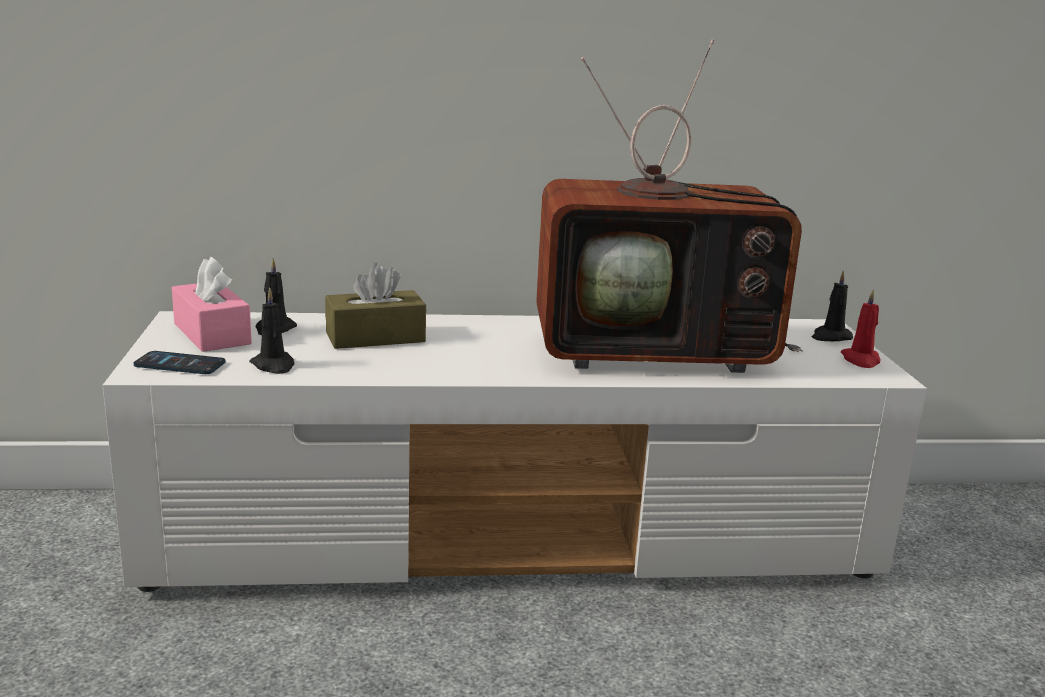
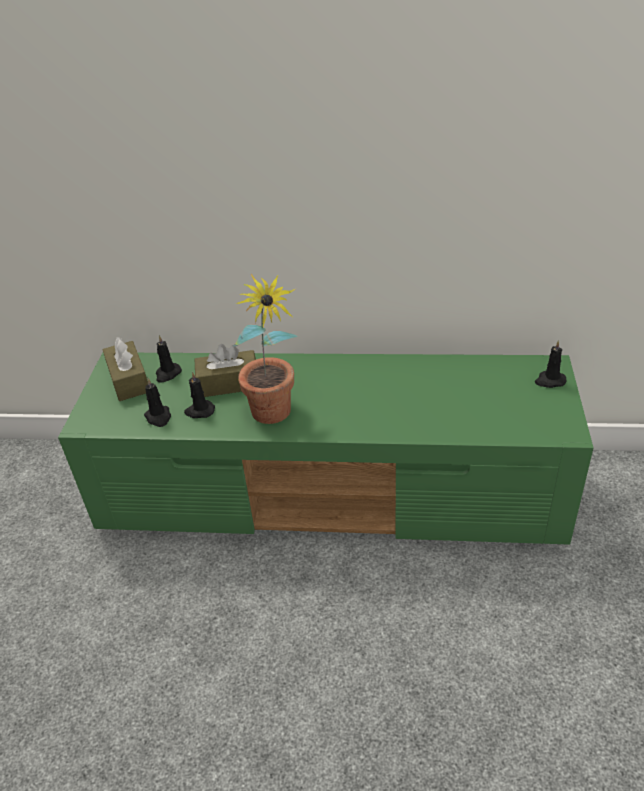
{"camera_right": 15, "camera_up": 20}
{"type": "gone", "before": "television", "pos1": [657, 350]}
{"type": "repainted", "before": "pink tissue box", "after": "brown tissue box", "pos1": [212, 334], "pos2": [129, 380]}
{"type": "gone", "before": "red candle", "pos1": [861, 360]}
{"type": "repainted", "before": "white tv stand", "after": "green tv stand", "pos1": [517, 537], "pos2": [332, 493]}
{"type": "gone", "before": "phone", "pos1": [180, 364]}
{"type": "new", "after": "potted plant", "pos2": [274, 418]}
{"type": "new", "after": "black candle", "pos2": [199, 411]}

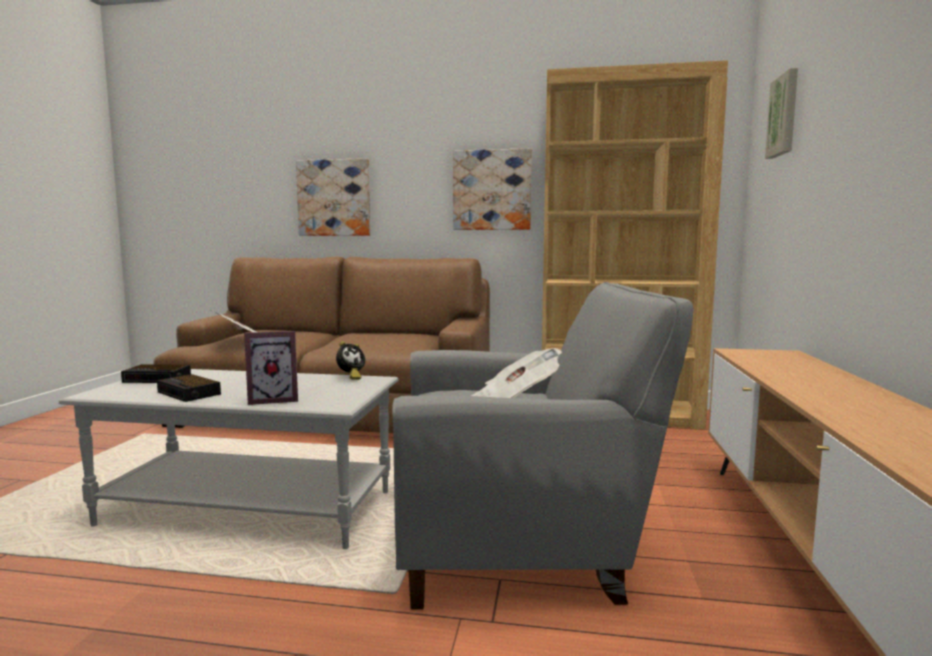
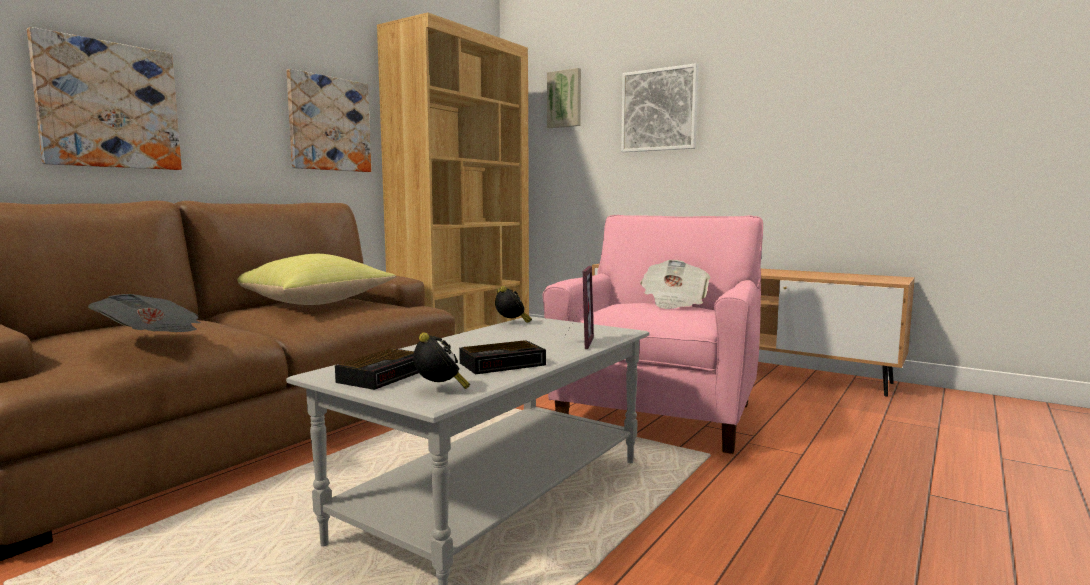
{"camera_right": -65, "camera_up": 0}
{"type": "repainted", "before": "grey armchair", "after": "pink armchair", "pos1": [523, 542], "pos2": [659, 411]}
{"type": "new", "after": "picture", "pos2": [659, 110]}
{"type": "new", "after": "yellow pillow", "pos2": [314, 303]}
{"type": "new", "after": "alarm clock", "pos2": [440, 389]}

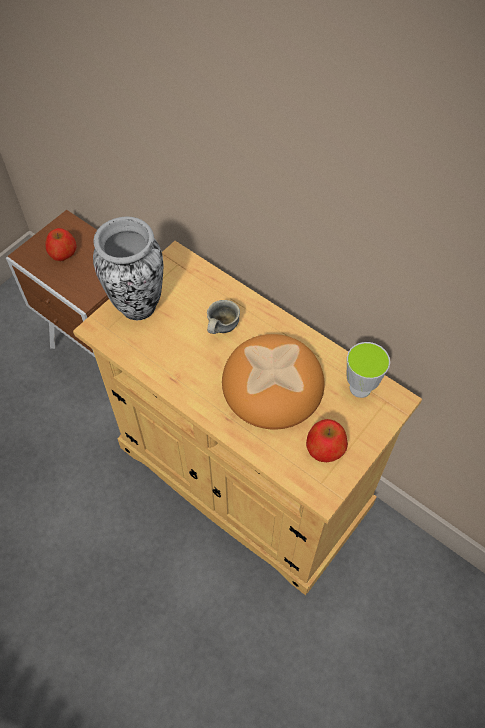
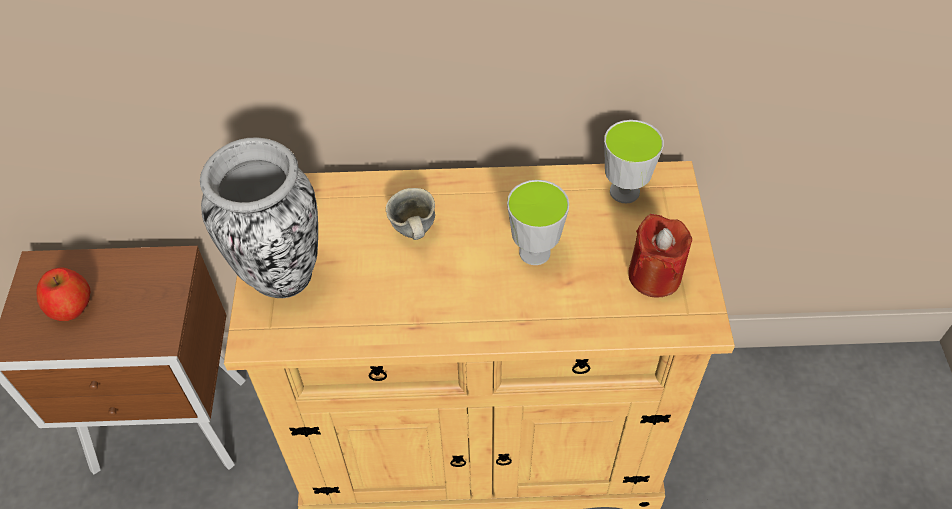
{"camera_right": -40, "camera_up": -5}
{"type": "swapped", "before": "bread", "after": "cup", "pos1": [273, 385], "pos2": [534, 252]}
{"type": "swapped", "before": "apple", "after": "red candle", "pos1": [325, 448], "pos2": [654, 276]}

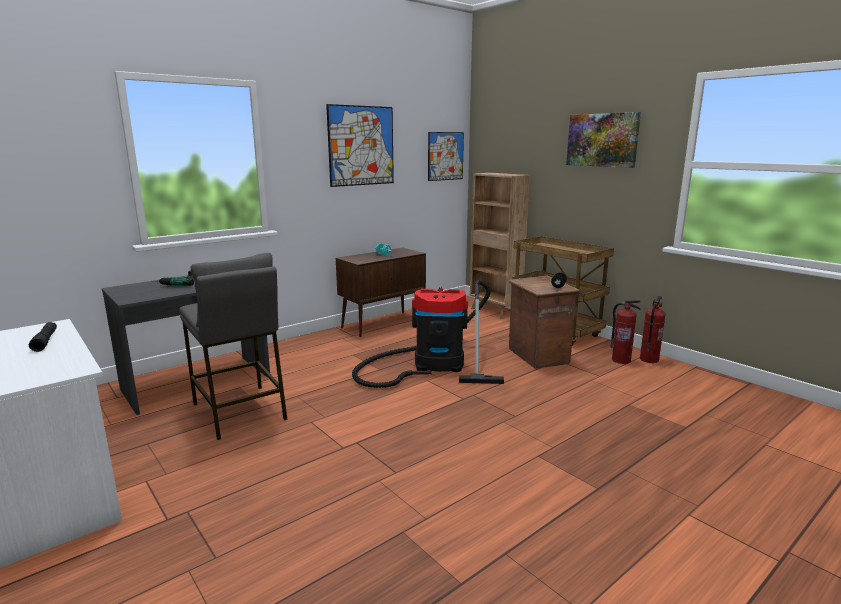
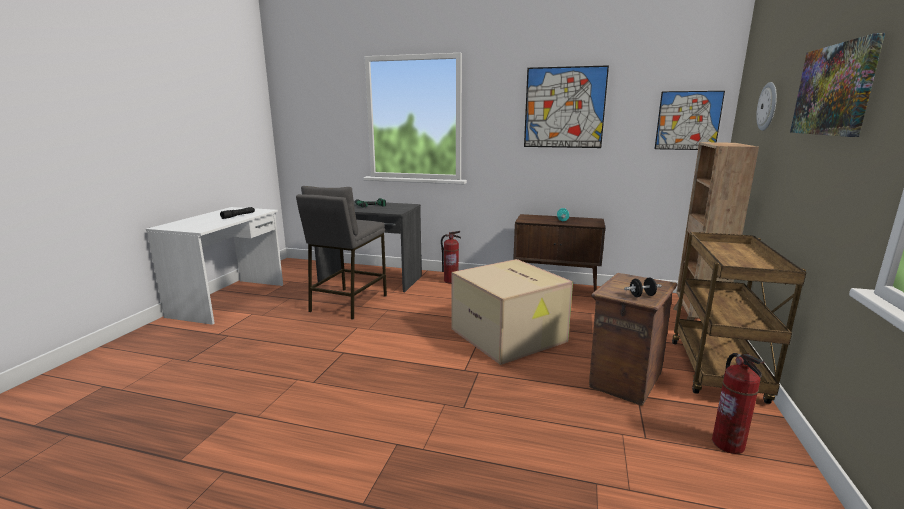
{"camera_right": 55, "camera_up": 0}
{"type": "swapped", "before": "vacuum cleaner", "after": "cardboard box", "pos1": [433, 365], "pos2": [510, 335]}
{"type": "shifted", "before": "fire extinguisher", "pos1": [648, 359], "pos2": [451, 281]}
{"type": "new", "after": "wall clock", "pos2": [768, 106]}

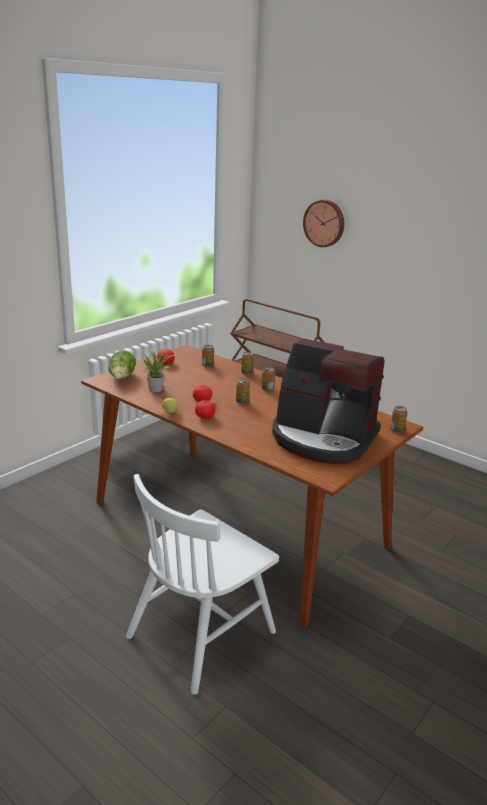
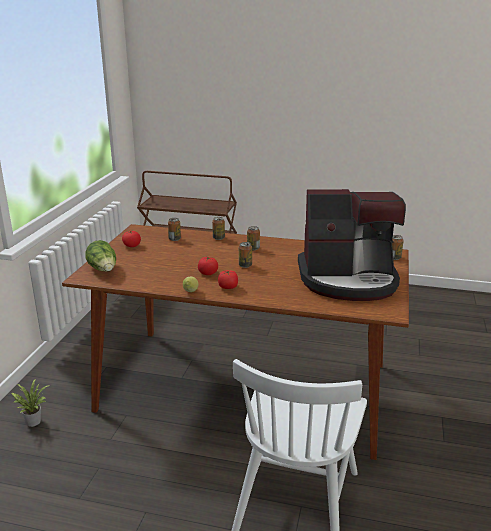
{"camera_right": -25, "camera_up": 0}
{"type": "gone", "before": "wall clock", "pos1": [324, 223]}
{"type": "shifted", "before": "potted plant", "pos1": [155, 388], "pos2": [33, 421]}

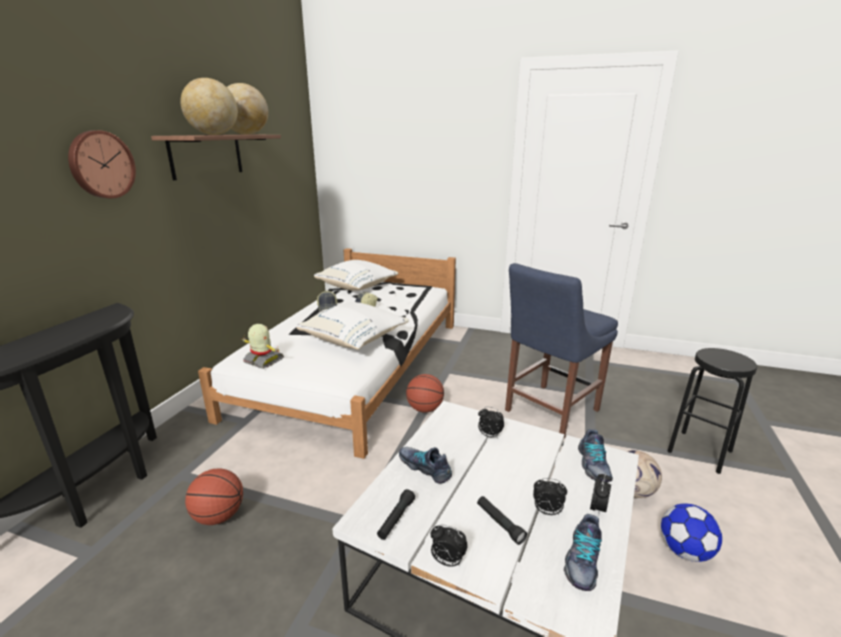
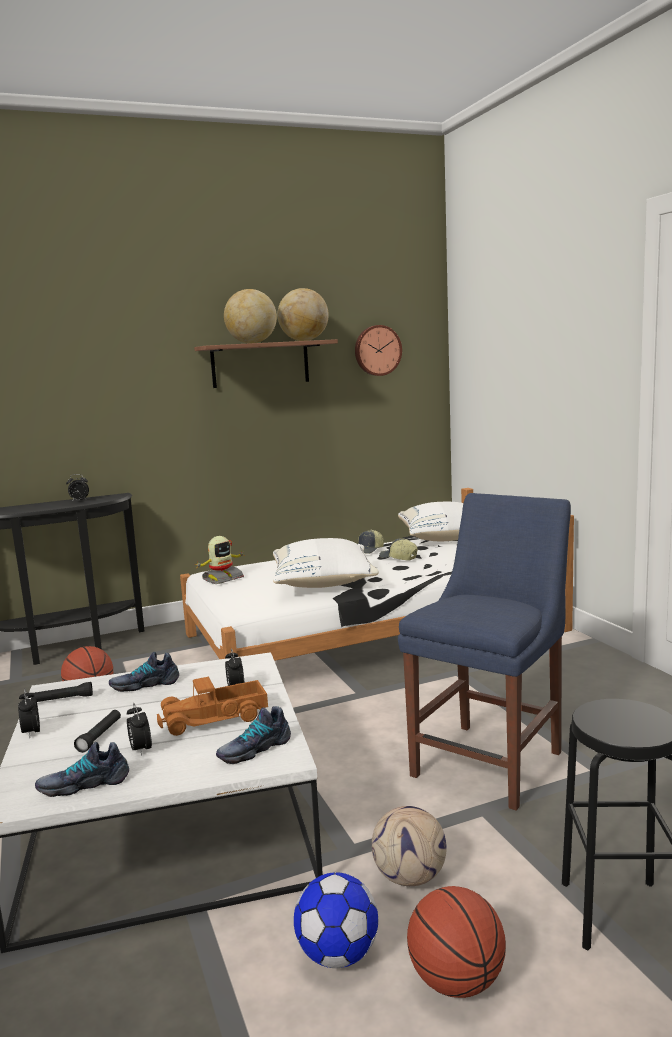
{"camera_right": 50, "camera_up": -10}
{"type": "shifted", "before": "wall clock", "pos1": [101, 165], "pos2": [377, 350]}
{"type": "rotated", "before": "blue chair", "pos1": [548, 411], "pos2": [491, 760], "turn": 120}
{"type": "rotated", "before": "toy robot", "pos1": [263, 361], "pos2": [222, 579], "turn": 60}
{"type": "shifted", "before": "basketball", "pos1": [425, 409], "pos2": [457, 981]}
{"type": "rotated", "before": "shoe", "pos1": [425, 467], "pos2": [145, 684], "turn": -105}
{"type": "shifted", "before": "alarm clock", "pos1": [598, 509], "pos2": [79, 501]}
{"type": "new", "after": "toy truck", "pos2": [214, 719]}

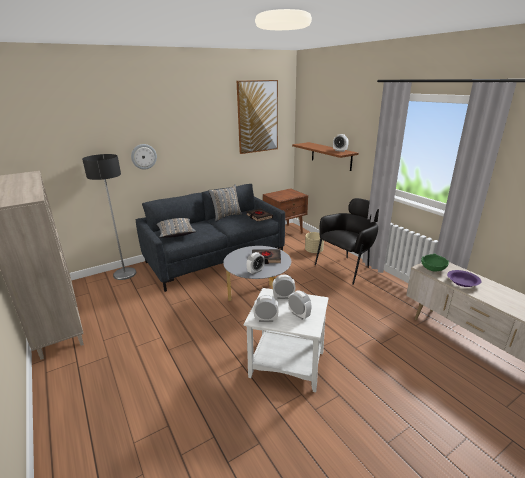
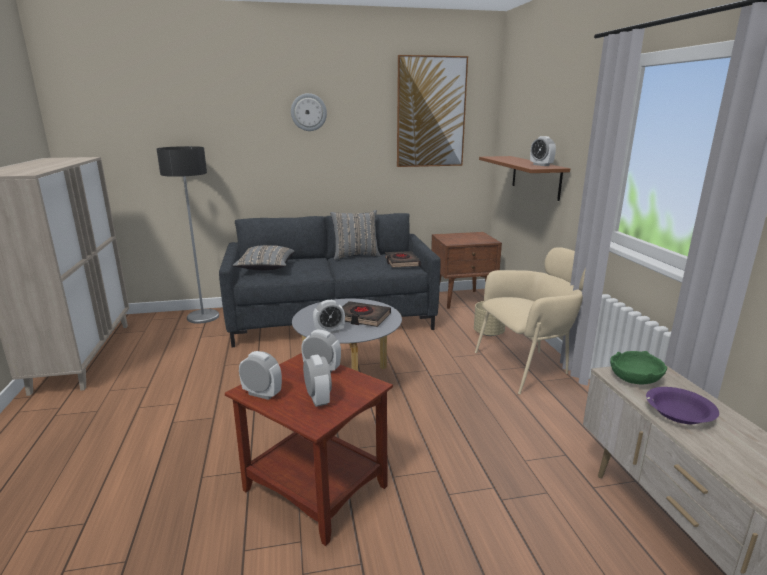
{"camera_right": 20, "camera_up": -5}
{"type": "shifted", "before": "wall clock", "pos1": [143, 156], "pos2": [308, 112]}
{"type": "repainted", "before": "black armchair", "after": "beige armchair", "pos1": [347, 267], "pos2": [528, 366]}
{"type": "repainted", "before": "white side table", "after": "brown side table", "pos1": [286, 365], "pos2": [314, 489]}

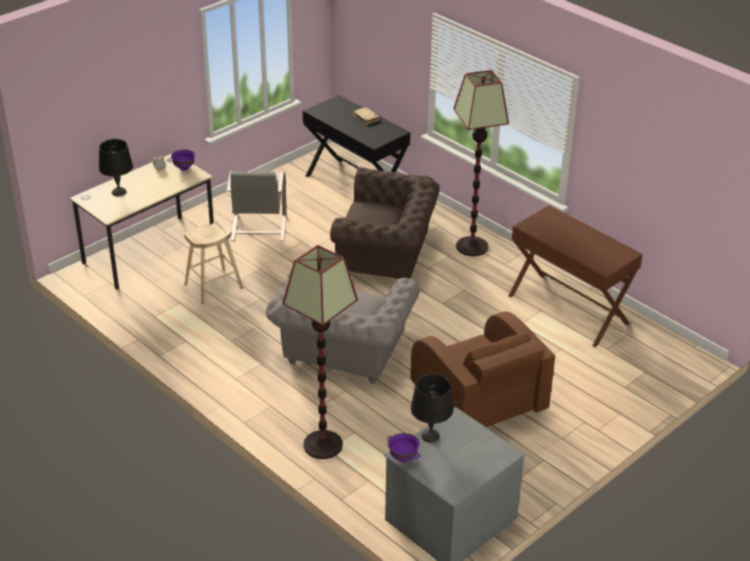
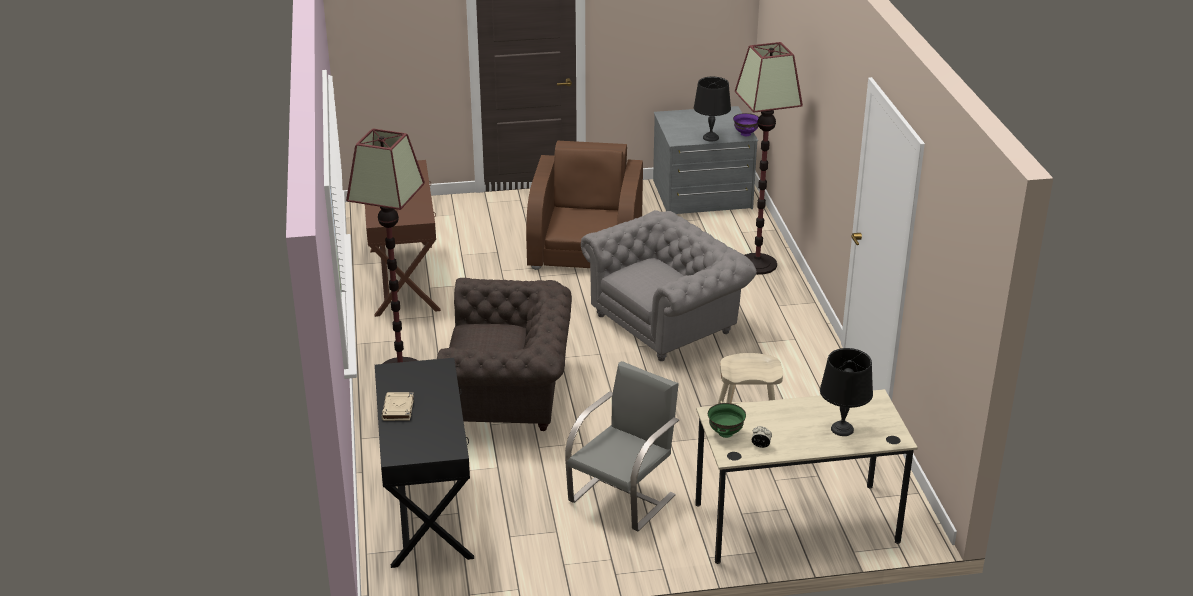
{"camera_right": -145, "camera_up": -5}
{"type": "repainted", "before": "purple bowl", "after": "green bowl", "pos1": [184, 168], "pos2": [726, 433]}
{"type": "rotated", "before": "brown armchair", "pos1": [386, 257], "pos2": [509, 397], "turn": 135}

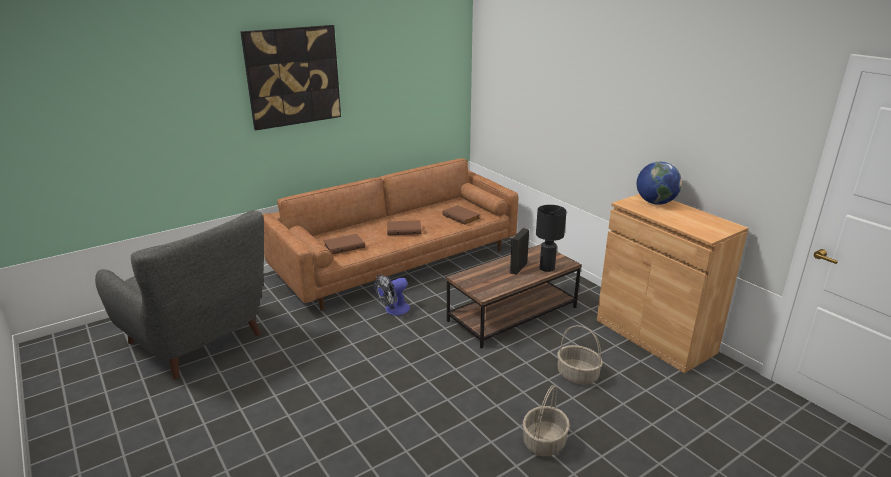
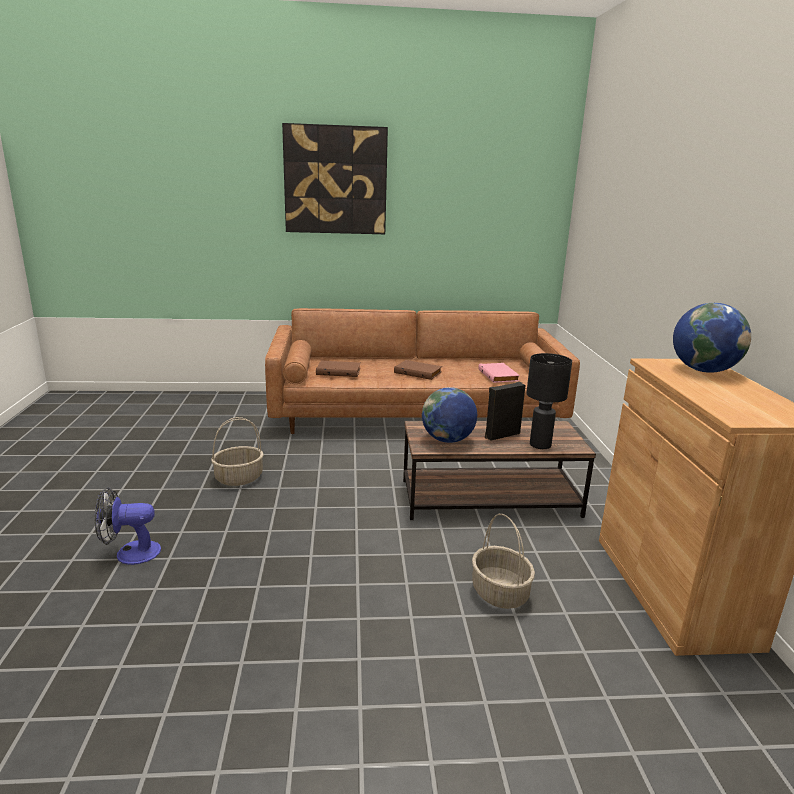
{"camera_right": 30, "camera_up": -5}
{"type": "repainted", "before": "brown book", "after": "pink book", "pos1": [462, 216], "pos2": [499, 375]}
{"type": "gone", "before": "grey armchair", "pos1": [198, 342]}
{"type": "shifted", "before": "fan", "pos1": [393, 310], "pos2": [130, 553]}
{"type": "shifted", "before": "basket", "pos1": [544, 442], "pos2": [239, 478]}
{"type": "new", "after": "globe", "pos2": [447, 440]}

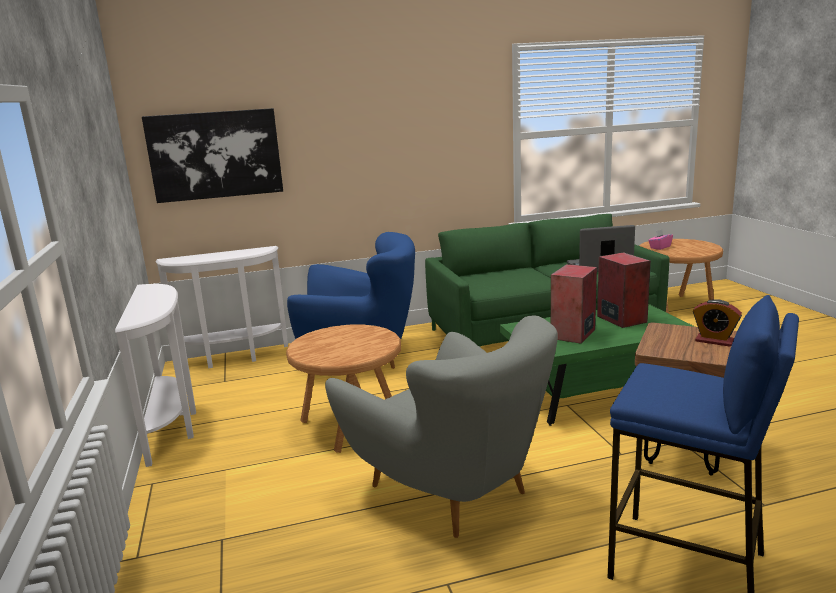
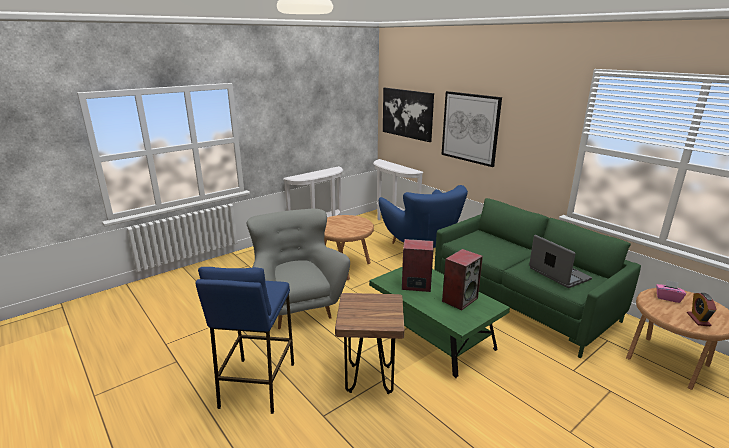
{"camera_right": 65, "camera_up": 5}
{"type": "shifted", "before": "alarm clock", "pos1": [714, 341], "pos2": [698, 319]}
{"type": "rotated", "before": "grey armchair", "pos1": [451, 490], "pos2": [298, 306], "turn": 135}
{"type": "new", "after": "picture", "pos2": [470, 128]}

